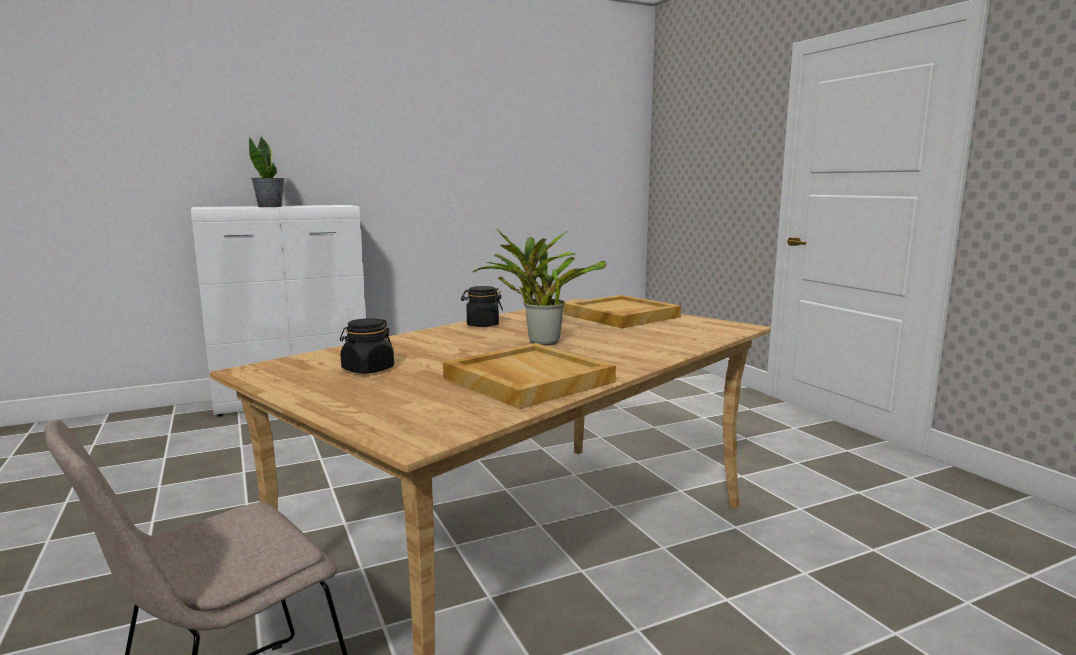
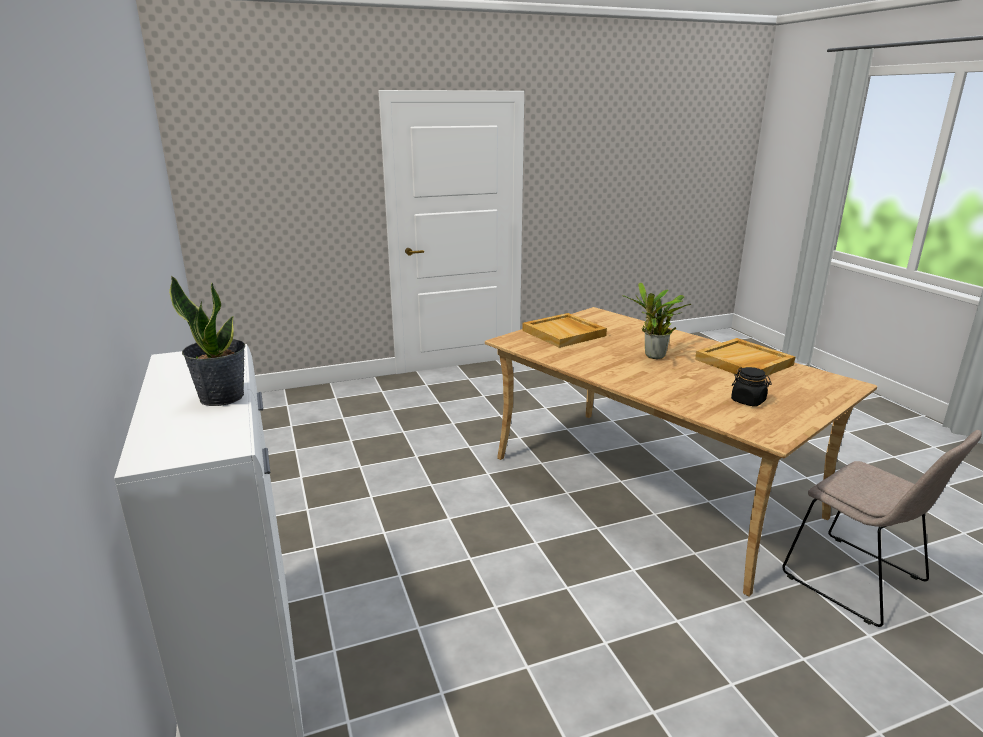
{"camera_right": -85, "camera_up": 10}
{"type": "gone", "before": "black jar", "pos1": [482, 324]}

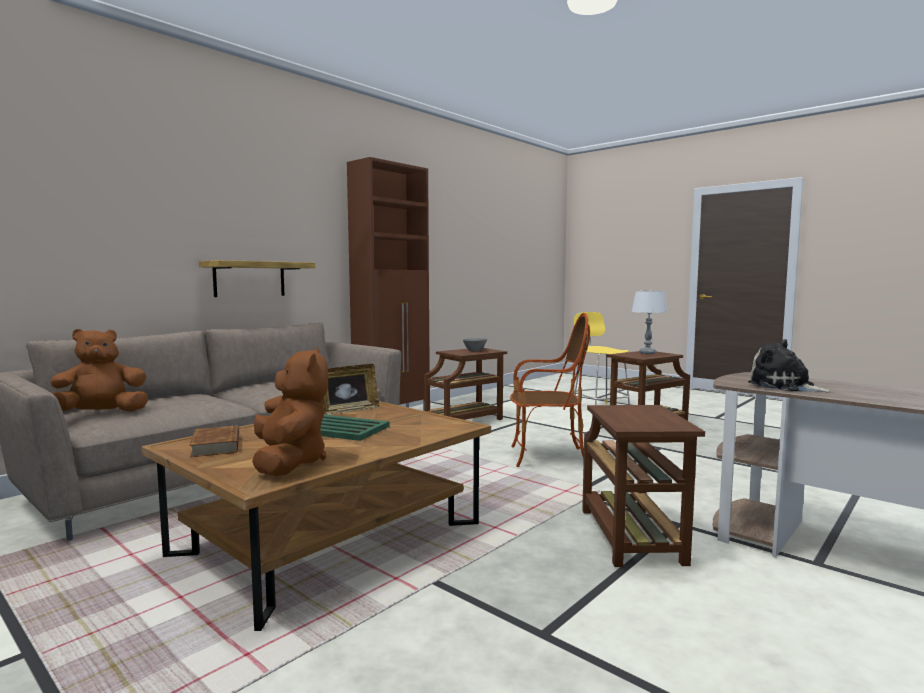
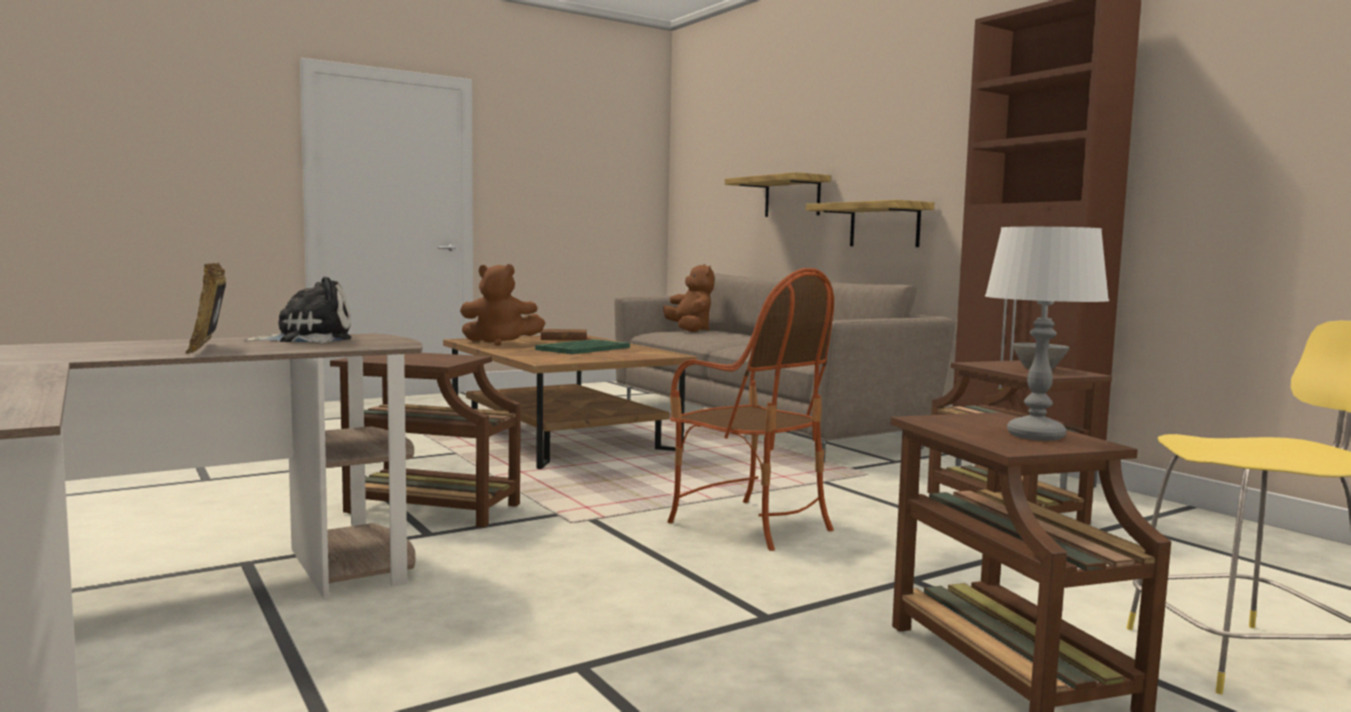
{"camera_right": 105, "camera_up": 0}
{"type": "rotated", "before": "armchair", "pos1": [547, 456], "pos2": [750, 525], "turn": -60}
{"type": "shifted", "before": "picture frame", "pos1": [349, 411], "pos2": [209, 348]}
{"type": "new", "after": "shelf", "pos2": [792, 197]}

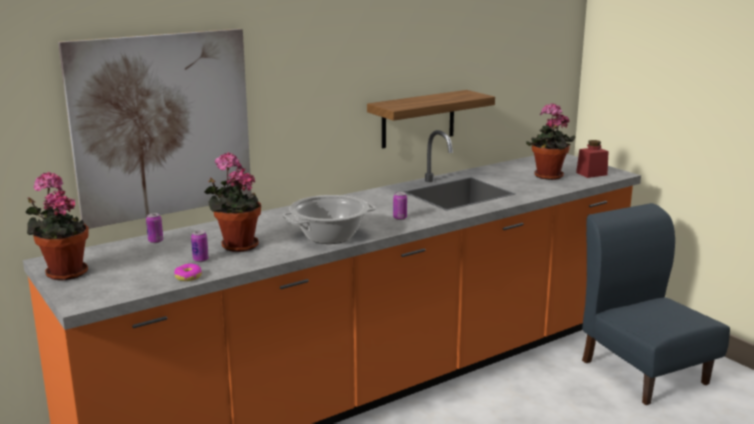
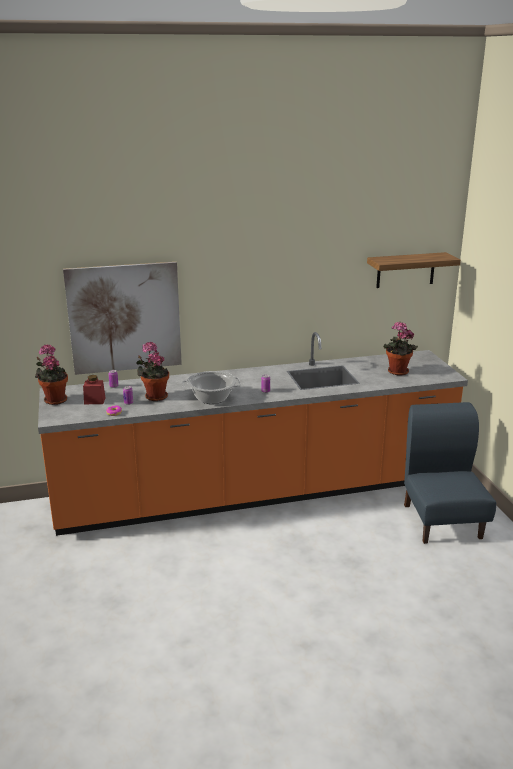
{"camera_right": 20, "camera_up": 5}
{"type": "shifted", "before": "shelf", "pos1": [418, 119], "pos2": [405, 270]}
{"type": "shifted", "before": "red jar", "pos1": [591, 174], "pos2": [94, 401]}

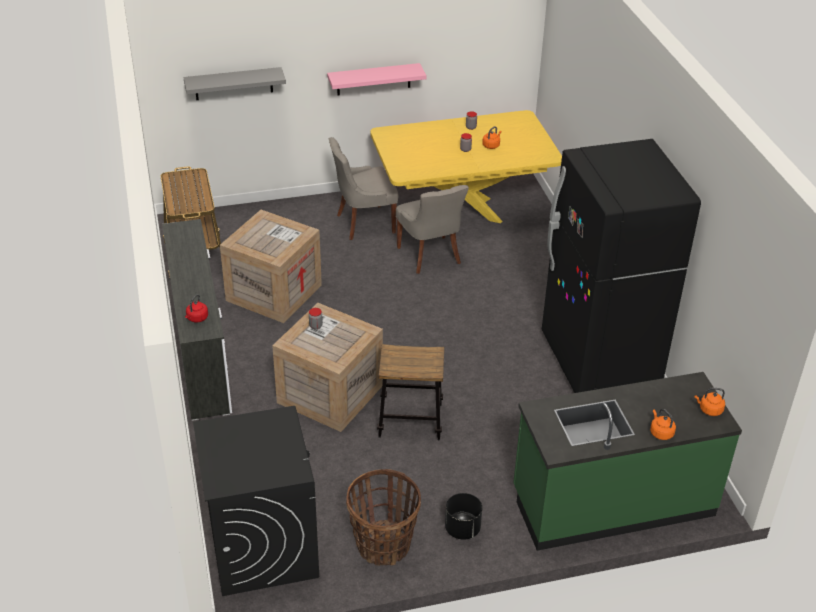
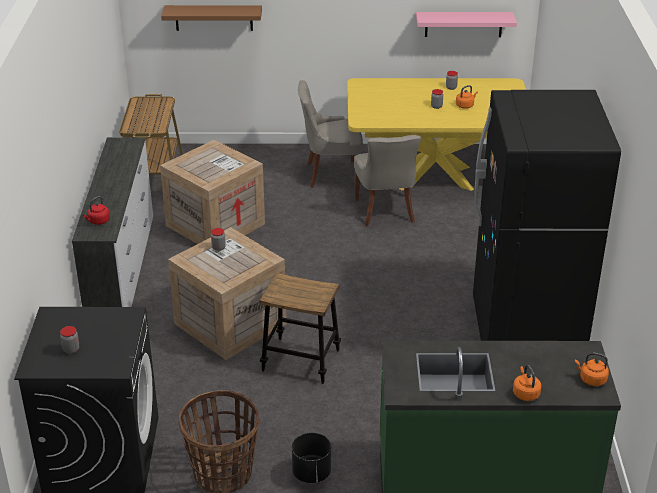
{"camera_right": 15, "camera_up": -5}
{"type": "shifted", "before": "pink shelf", "pos1": [373, 79], "pos2": [463, 24]}
{"type": "repainted", "before": "grey shelf", "after": "brown shelf", "pos1": [233, 84], "pos2": [214, 17]}
{"type": "new", "after": "jar", "pos2": [71, 349]}

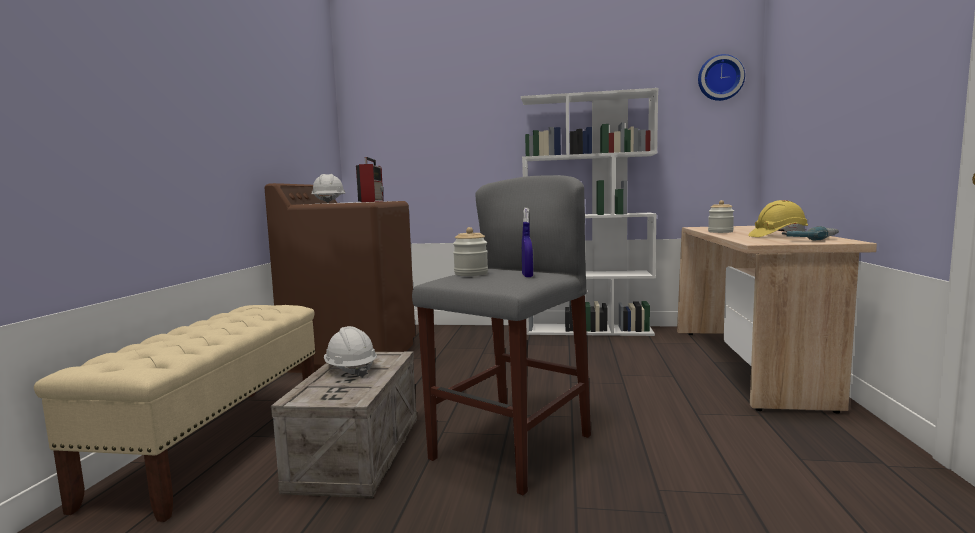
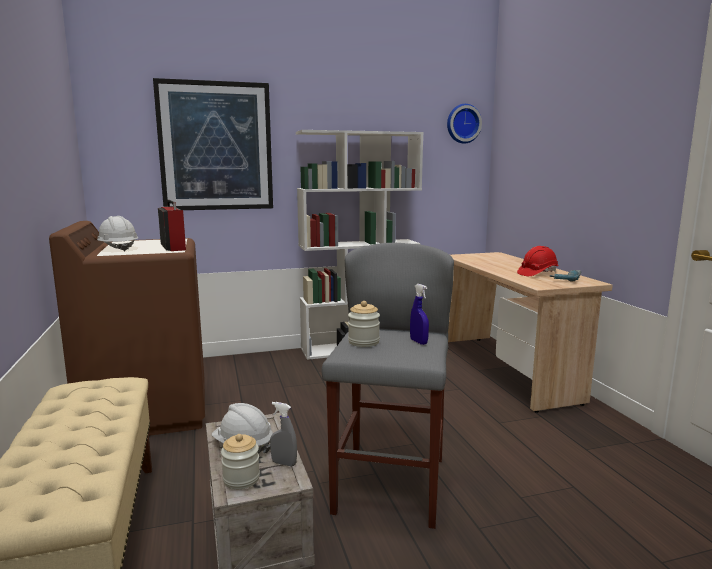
{"camera_right": -25, "camera_up": 5}
{"type": "shifted", "before": "jar", "pos1": [720, 232], "pos2": [241, 479]}
{"type": "repainted", "before": "yellow hard hat", "after": "red hard hat", "pos1": [777, 236], "pos2": [537, 273]}
{"type": "new", "after": "picture", "pos2": [216, 146]}
{"type": "new", "after": "grey spray bottle", "pos2": [284, 463]}

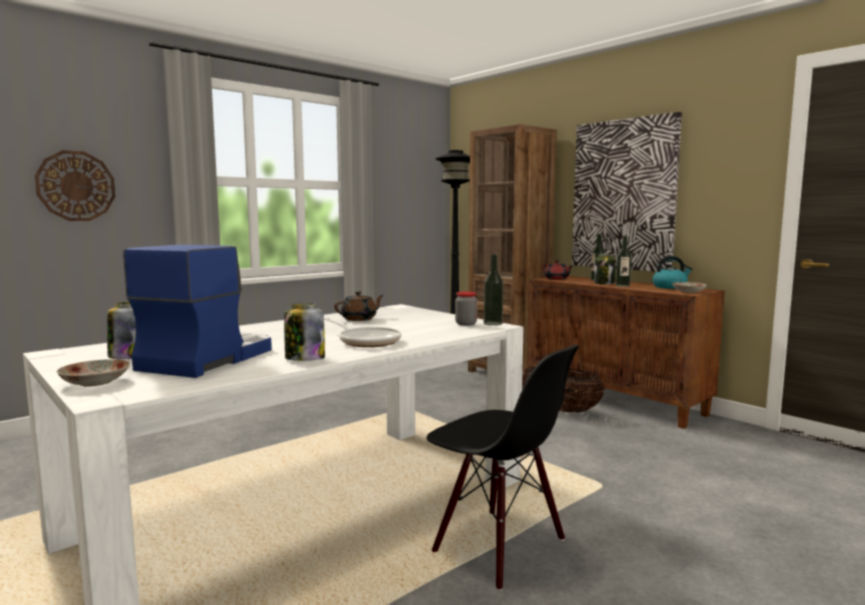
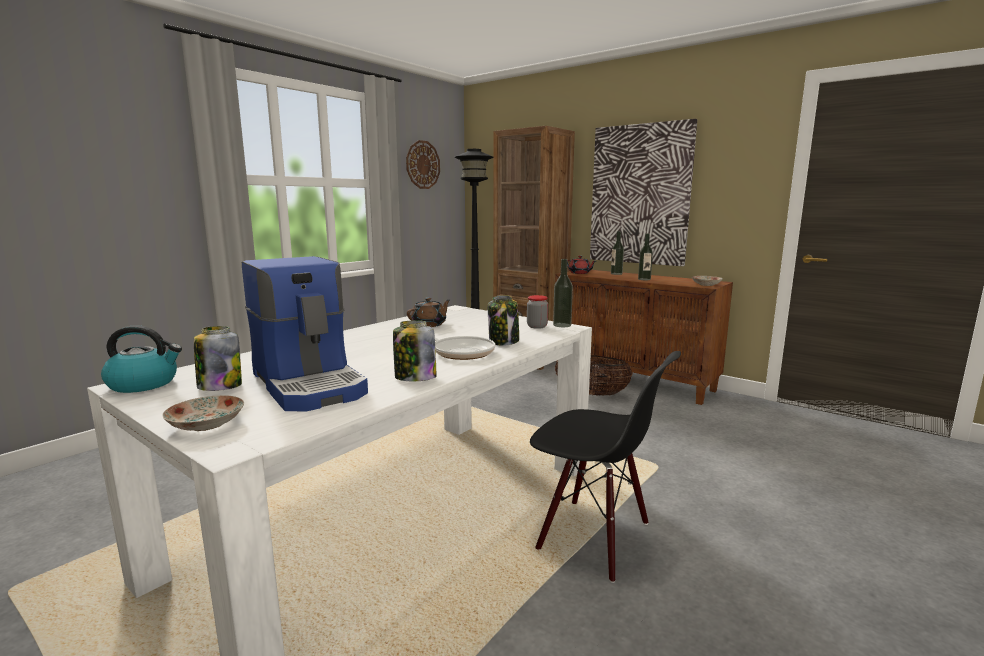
{"camera_right": -10, "camera_up": 5}
{"type": "shifted", "before": "wall clock", "pos1": [76, 186], "pos2": [423, 165]}
{"type": "rotated", "before": "coffee machine", "pos1": [207, 359], "pos2": [311, 384], "turn": 135}
{"type": "shifted", "before": "jar", "pos1": [604, 283], "pos2": [504, 341]}
{"type": "shifted", "before": "kettle", "pos1": [670, 287], "pos2": [144, 384]}

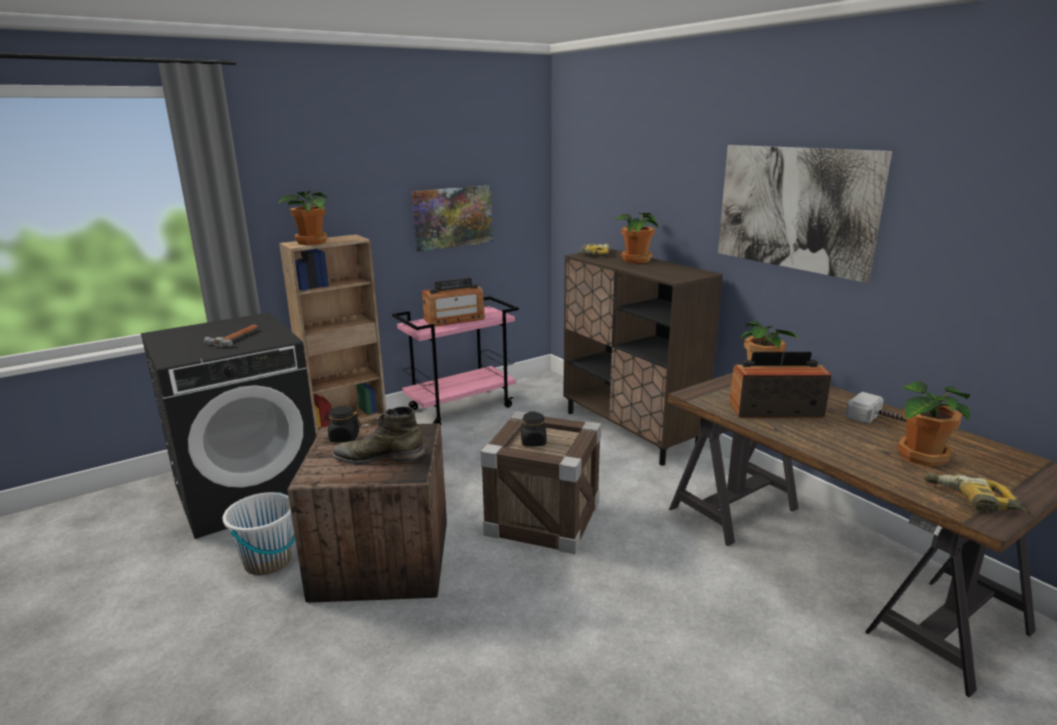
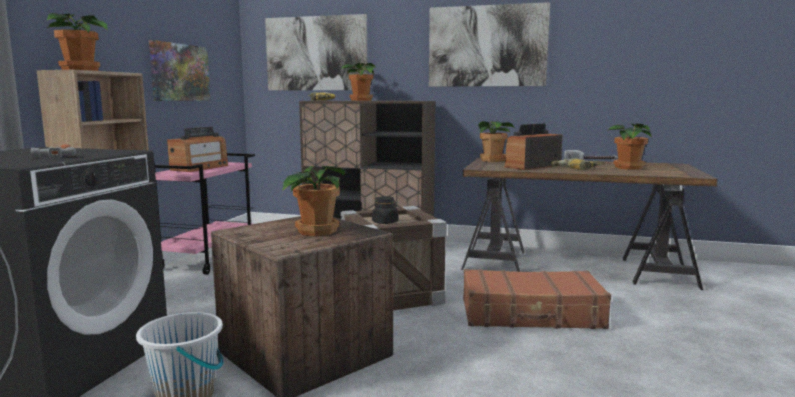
{"camera_right": -40, "camera_up": -10}
{"type": "gone", "before": "black jar", "pos1": [344, 437]}
{"type": "swapped", "before": "green boot", "after": "potted plant", "pos1": [379, 456], "pos2": [315, 231]}
{"type": "shifted", "before": "power drill", "pos1": [971, 501], "pos2": [576, 169]}
{"type": "new", "after": "picture", "pos2": [316, 53]}
{"type": "new", "after": "brown suitcase", "pos2": [531, 314]}

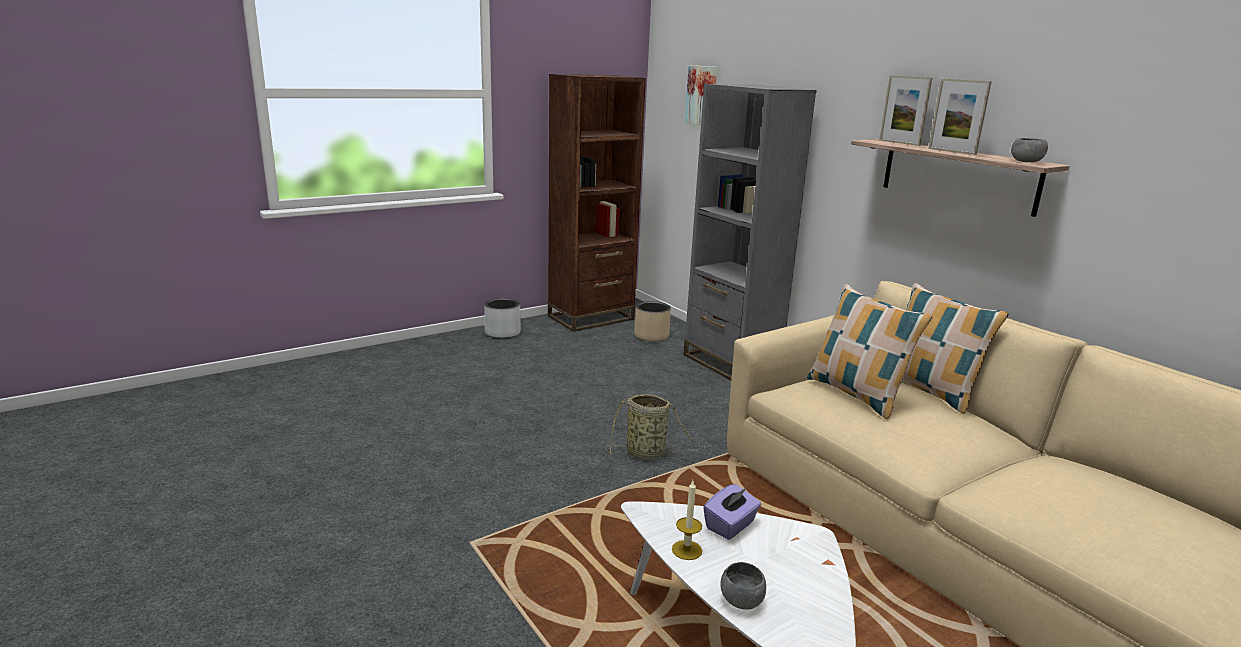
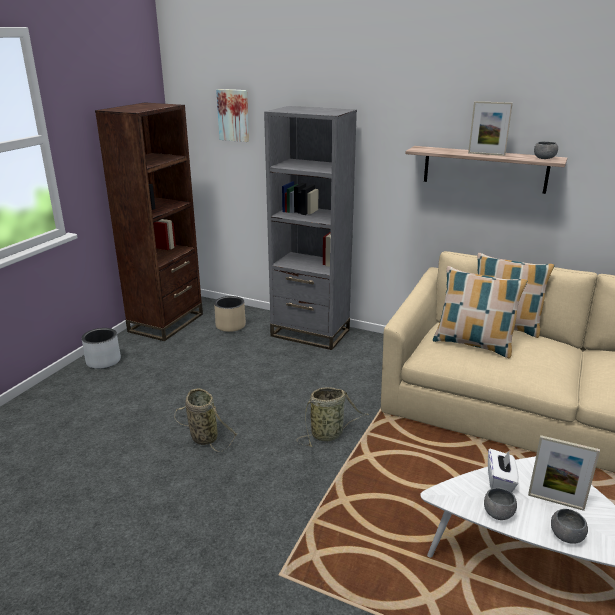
{"camera_right": -30, "camera_up": 5}
{"type": "shifted", "before": "picture frame", "pos1": [899, 143], "pos2": [555, 501]}
{"type": "swapped", "before": "candle", "after": "grey bowl", "pos1": [687, 550], "pos2": [498, 513]}
{"type": "repainted", "before": "purple tissue box", "after": "white tissue box", "pos1": [730, 526], "pos2": [500, 480]}
{"type": "new", "after": "basket", "pos2": [202, 436]}

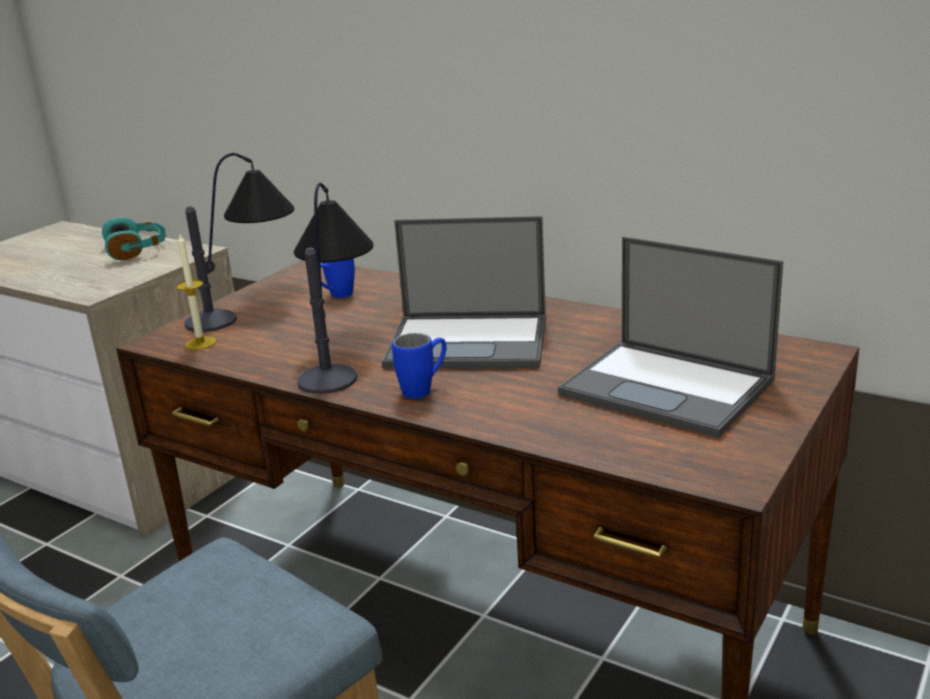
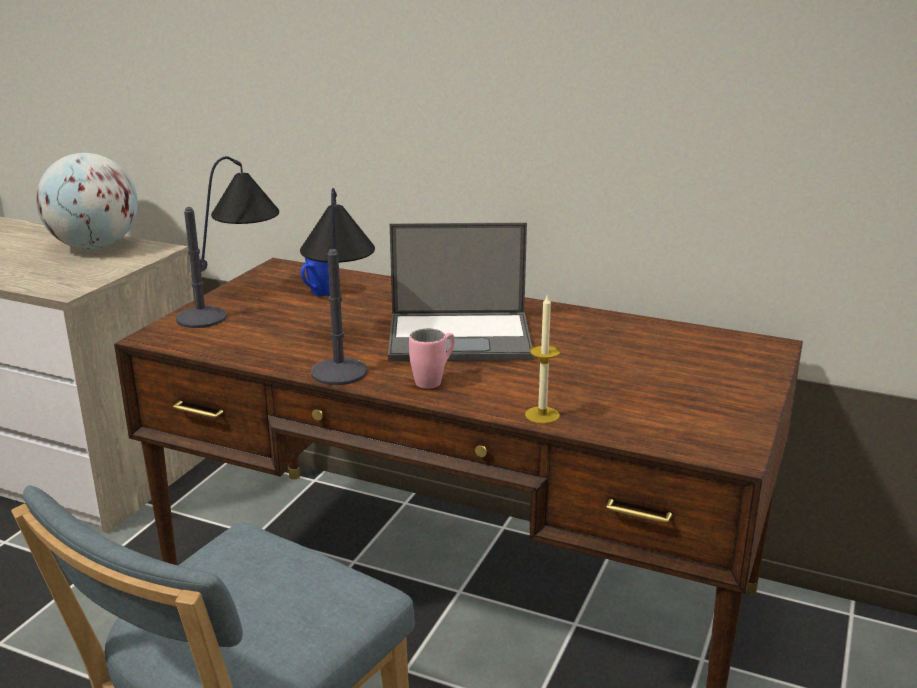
{"camera_right": -10, "camera_up": 0}
{"type": "swapped", "before": "turquoise headphones", "after": "globe", "pos1": [137, 249], "pos2": [95, 247]}
{"type": "shifted", "before": "candle", "pos1": [200, 343], "pos2": [542, 415]}
{"type": "gone", "before": "laptop", "pos1": [669, 388]}
{"type": "repainted", "before": "blue mug", "after": "pink mug", "pos1": [424, 389], "pos2": [434, 380]}

